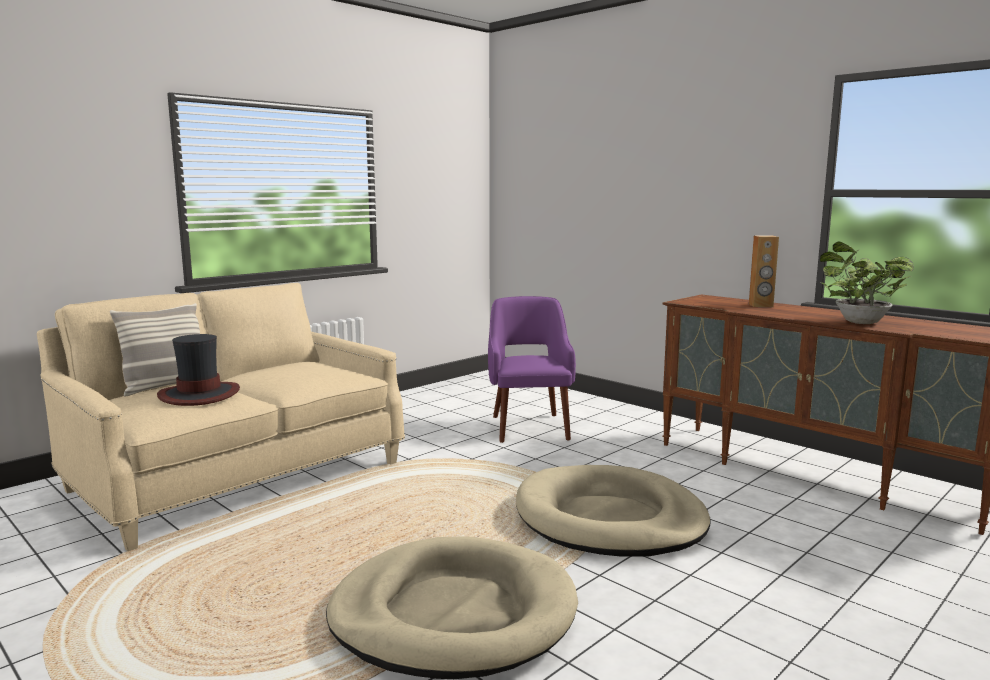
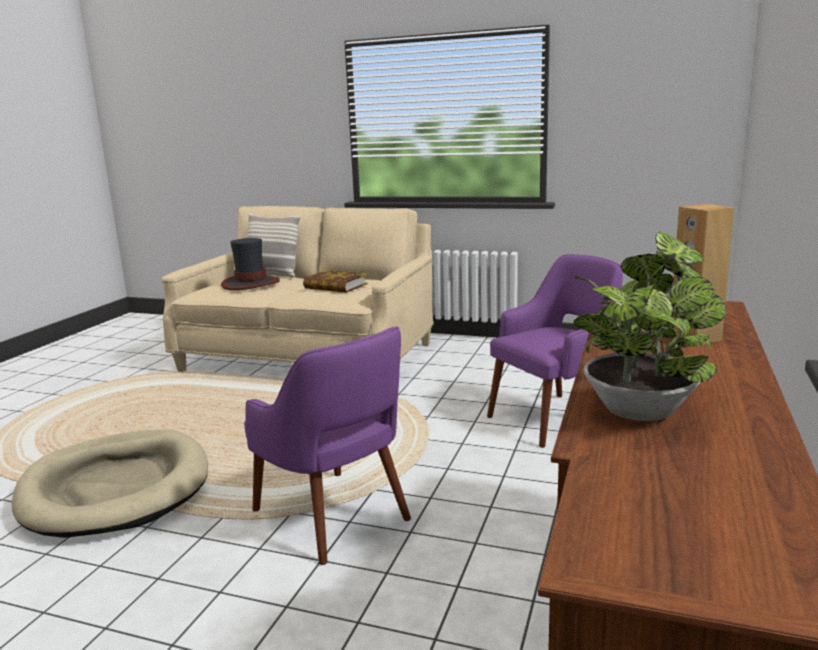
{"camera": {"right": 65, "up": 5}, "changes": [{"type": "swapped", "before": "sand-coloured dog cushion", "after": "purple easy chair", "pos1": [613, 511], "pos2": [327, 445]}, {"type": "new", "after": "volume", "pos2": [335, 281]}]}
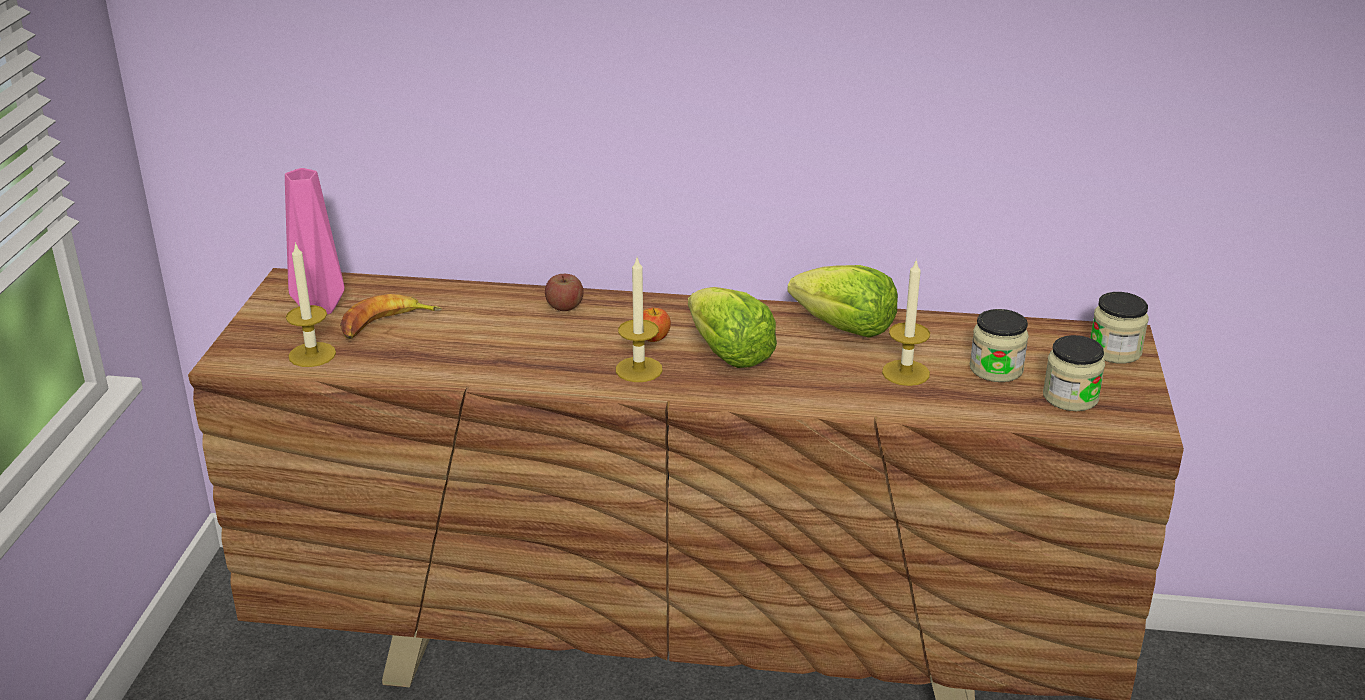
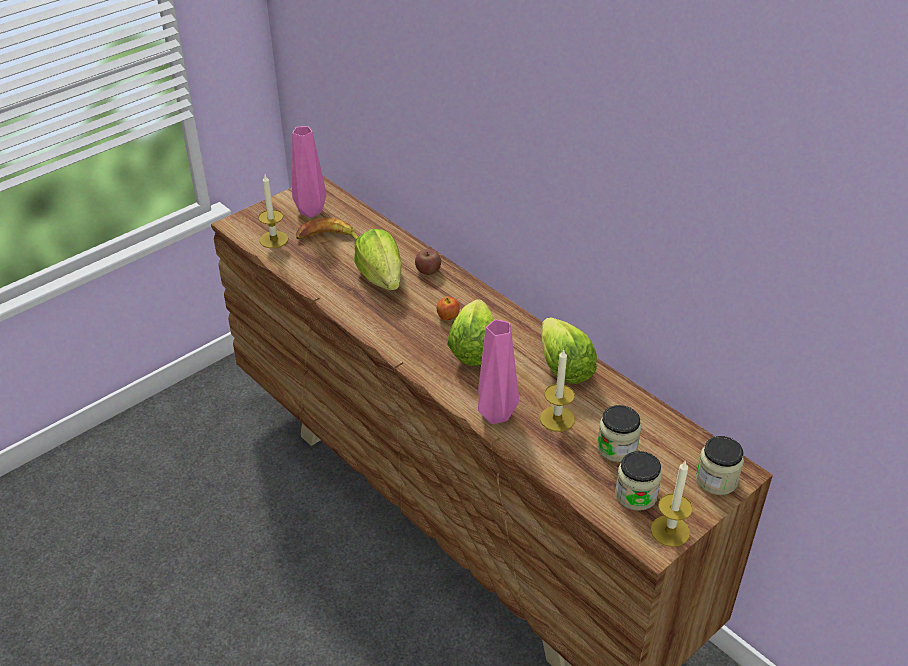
{"camera": {"right": 40, "up": 10}, "changes": [{"type": "new", "after": "head of lettuce", "pos2": [378, 259]}, {"type": "new", "after": "pink-coloured vase", "pos2": [498, 371]}, {"type": "shifted", "before": "candle", "pos1": [639, 320], "pos2": [672, 503]}]}
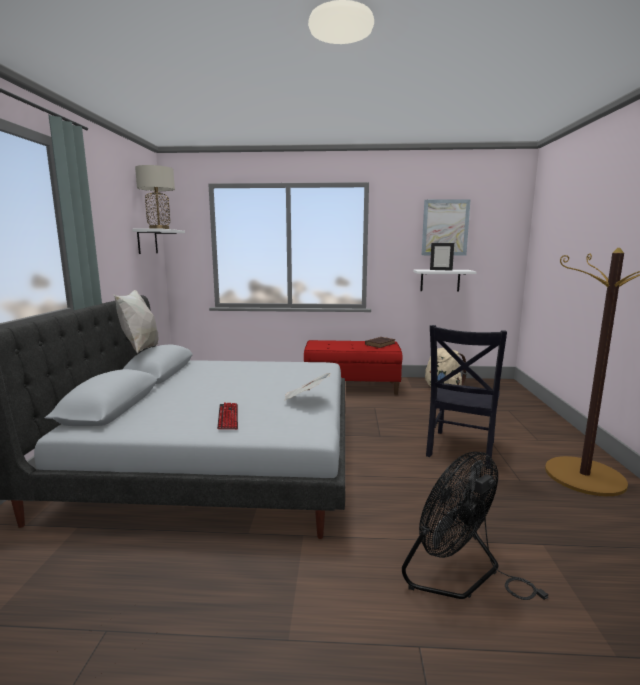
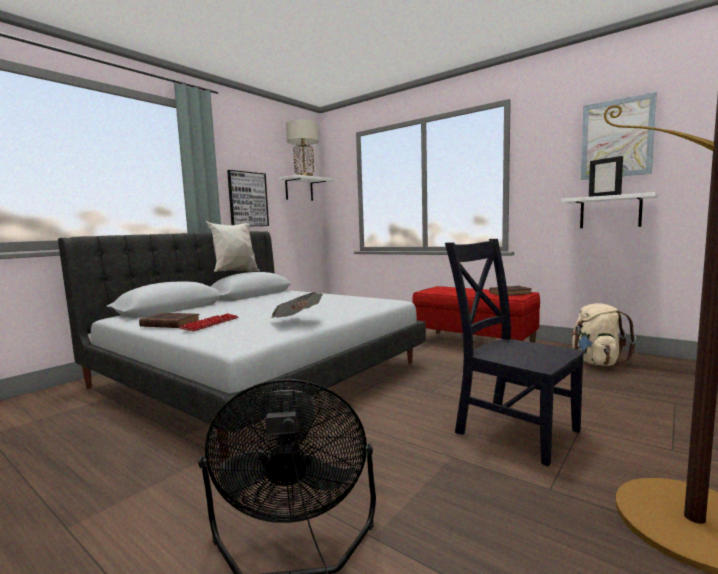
{"camera": {"right": 35, "up": -5}, "changes": [{"type": "new", "after": "brown volume", "pos2": [169, 320]}, {"type": "new", "after": "picture", "pos2": [248, 198]}, {"type": "rotated", "before": "black plain chair", "pos1": [466, 396], "pos2": [515, 352], "turn": 75}]}
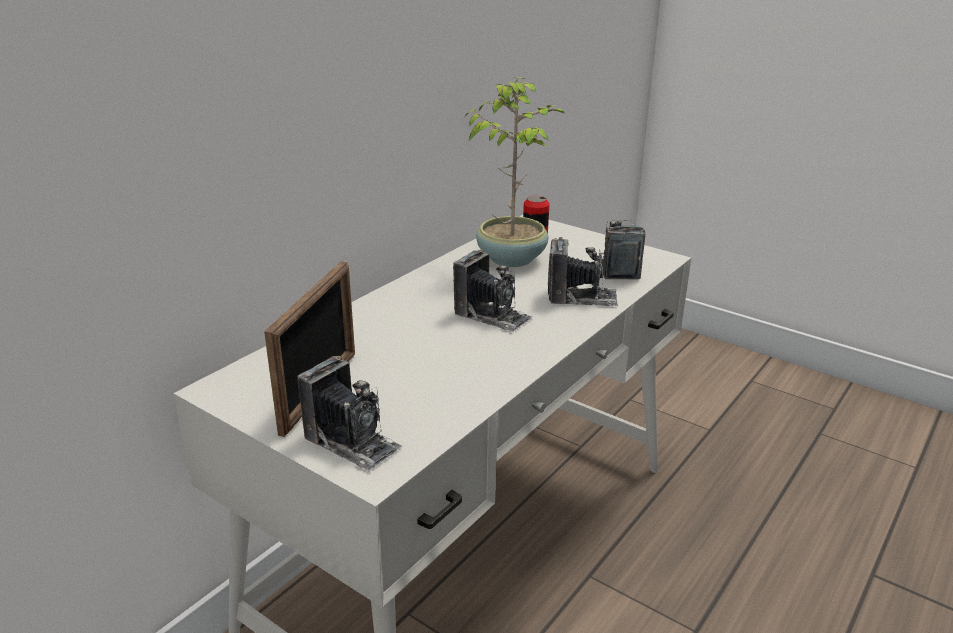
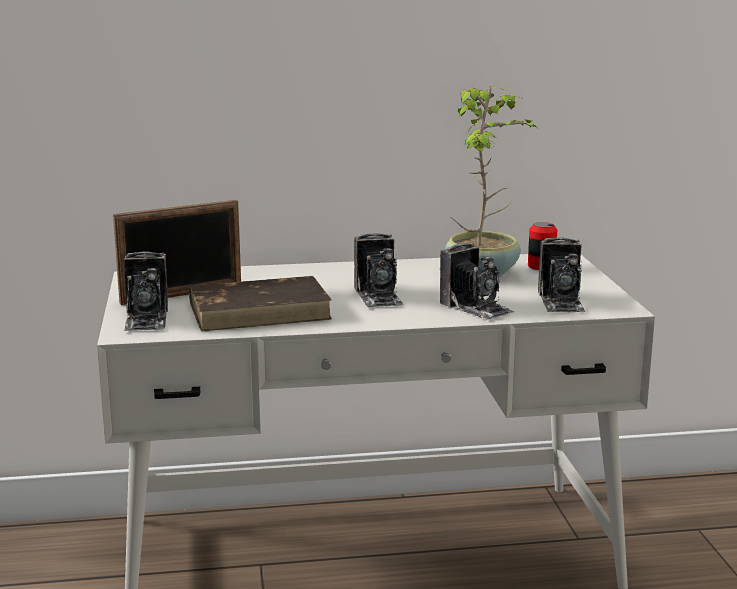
{"camera": {"right": 45, "up": -10}, "changes": [{"type": "new", "after": "brown volume", "pos2": [260, 303]}, {"type": "rotated", "before": "still camera", "pos1": [623, 250], "pos2": [561, 274], "turn": 135}]}
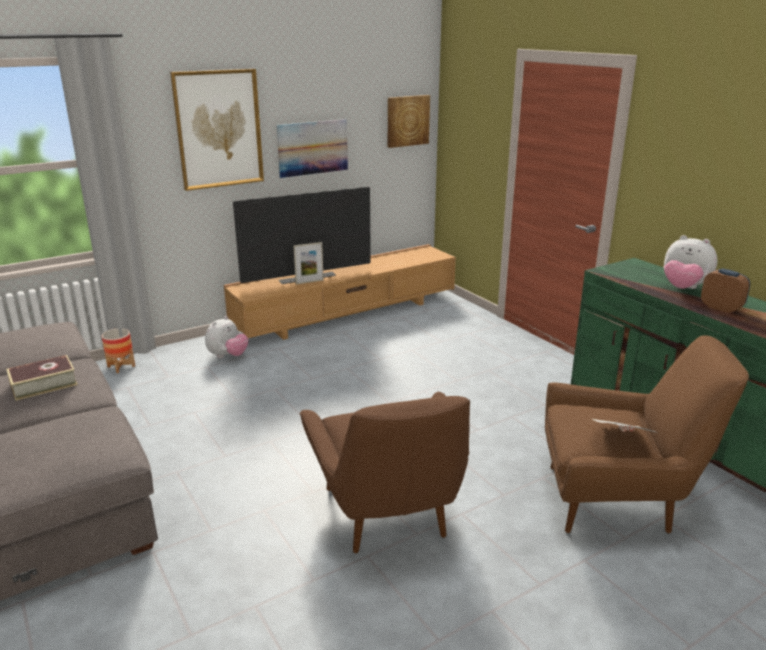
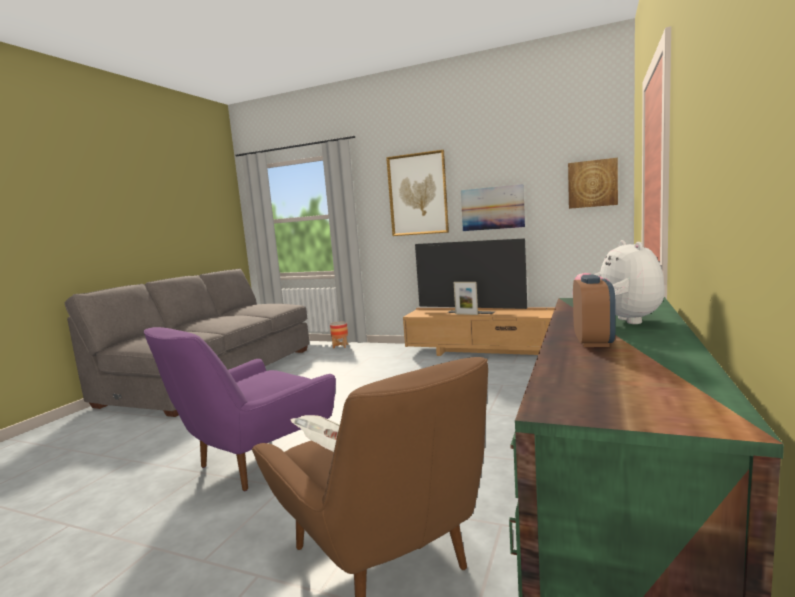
{"camera": {"right": 55, "up": -15}, "changes": [{"type": "repainted", "before": "brown easy chair", "after": "purple easy chair", "pos1": [385, 472], "pos2": [240, 409]}, {"type": "gone", "before": "volume", "pos1": [42, 378]}, {"type": "gone", "before": "cuddly toy", "pos1": [227, 337]}]}
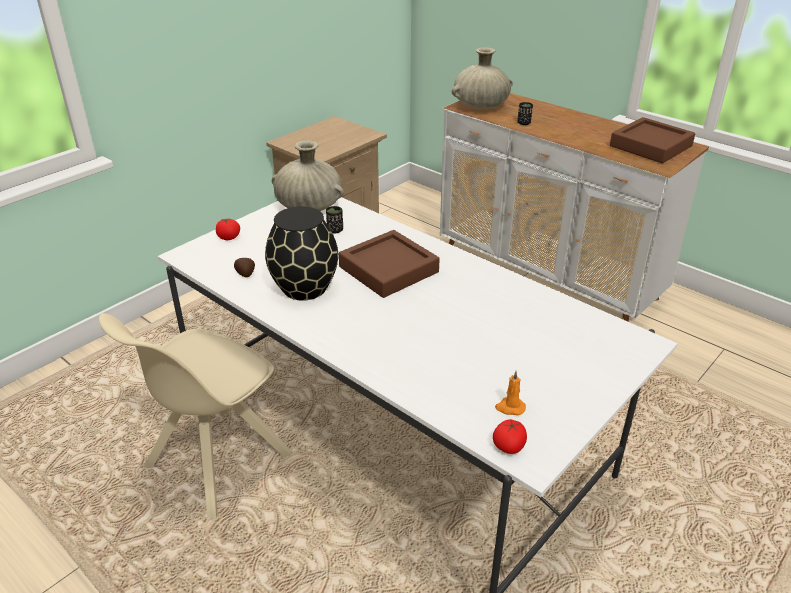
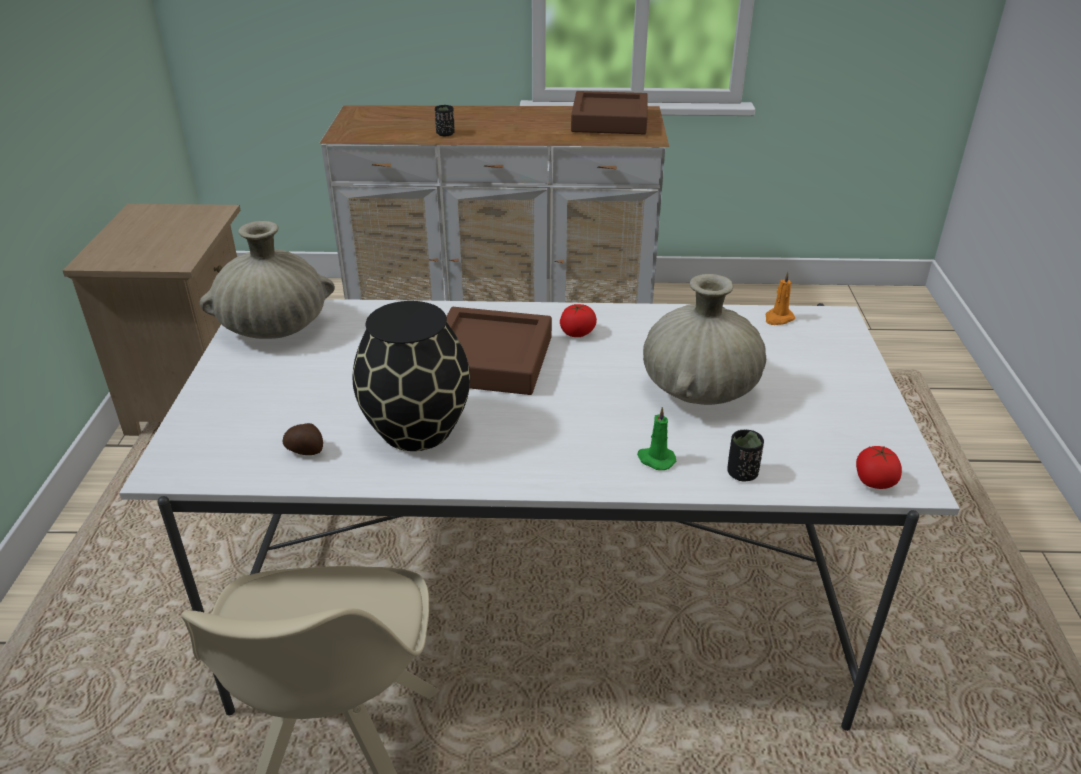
{"camera": {"right": -40, "up": 0}, "changes": [{"type": "shifted", "before": "fresh tomato", "pos1": [228, 229], "pos2": [578, 320]}, {"type": "new", "after": "green candle", "pos2": [656, 438]}, {"type": "shifted", "before": "sand-coloured vase", "pos1": [482, 78], "pos2": [704, 339]}, {"type": "shifted", "before": "black drinking cup", "pos1": [334, 220], "pos2": [745, 455]}, {"type": "shifted", "before": "orange-coloured candle", "pos1": [510, 393], "pos2": [780, 298]}]}
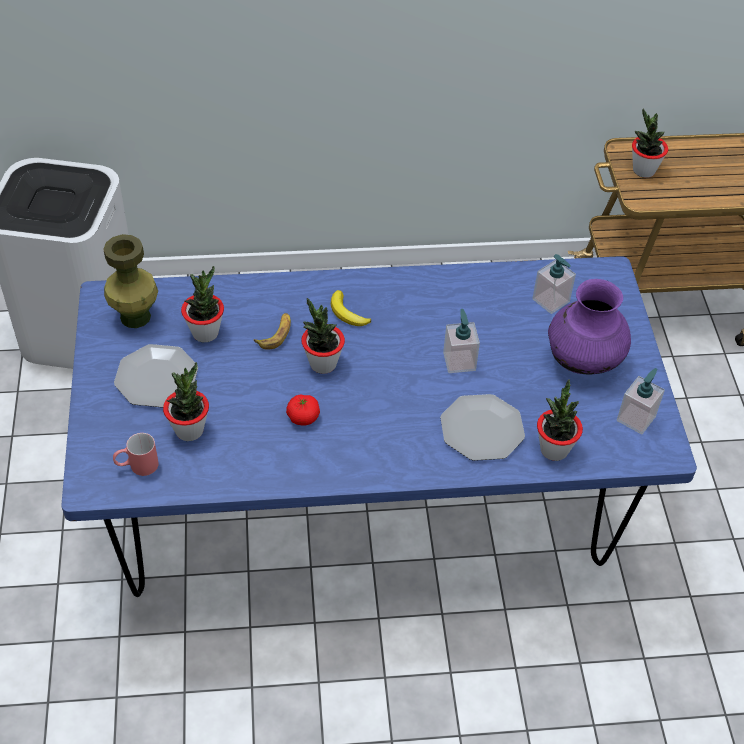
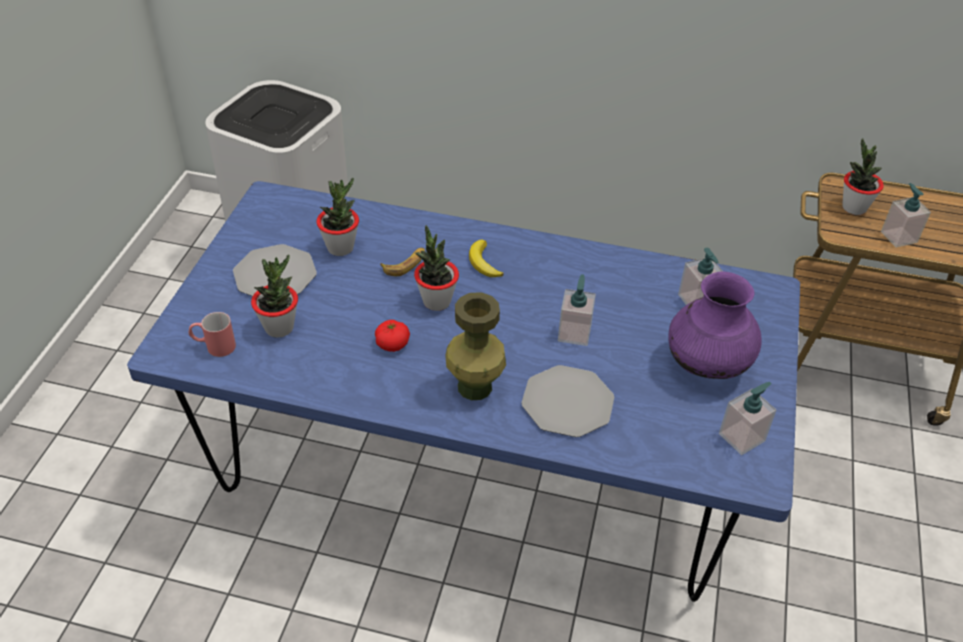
{"camera": {"right": 20, "up": -5}, "changes": [{"type": "shifted", "before": "green vase", "pos1": [130, 281], "pos2": [475, 346]}, {"type": "new", "after": "soap dispenser", "pos2": [906, 215]}, {"type": "gone", "before": "plant in a pot", "pos1": [560, 420]}]}
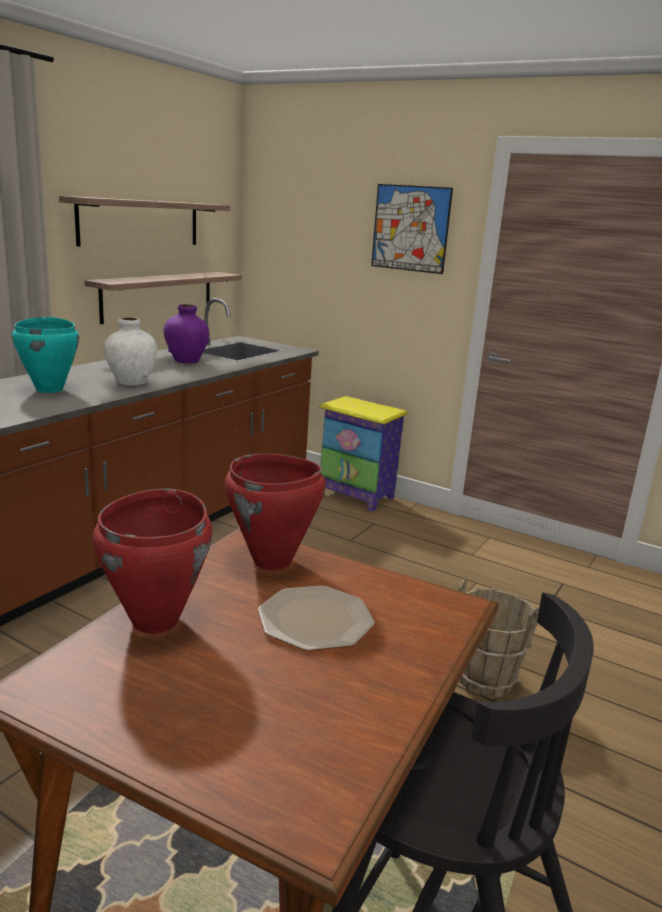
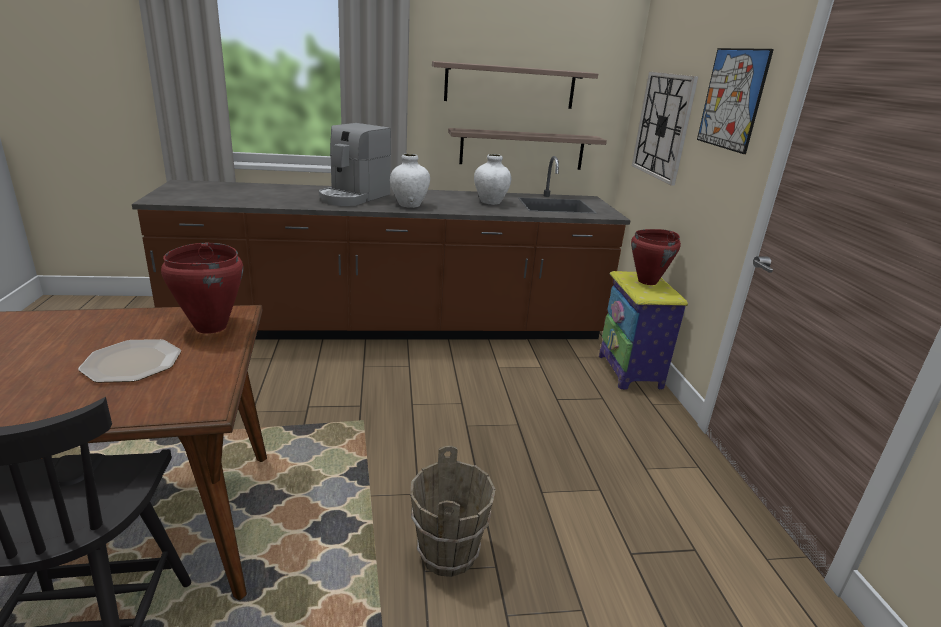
{"camera": {"right": 50, "up": 5}, "changes": [{"type": "swapped", "before": "turquoise saucepot", "after": "coffee machine", "pos1": [45, 355], "pos2": [355, 164]}, {"type": "repainted", "before": "purple vase", "after": "white-coloured vase", "pos1": [186, 334], "pos2": [492, 179]}, {"type": "shifted", "before": "red-coloured saucepot", "pos1": [152, 561], "pos2": [656, 257]}, {"type": "new", "after": "clock on the wall", "pos2": [665, 129]}]}
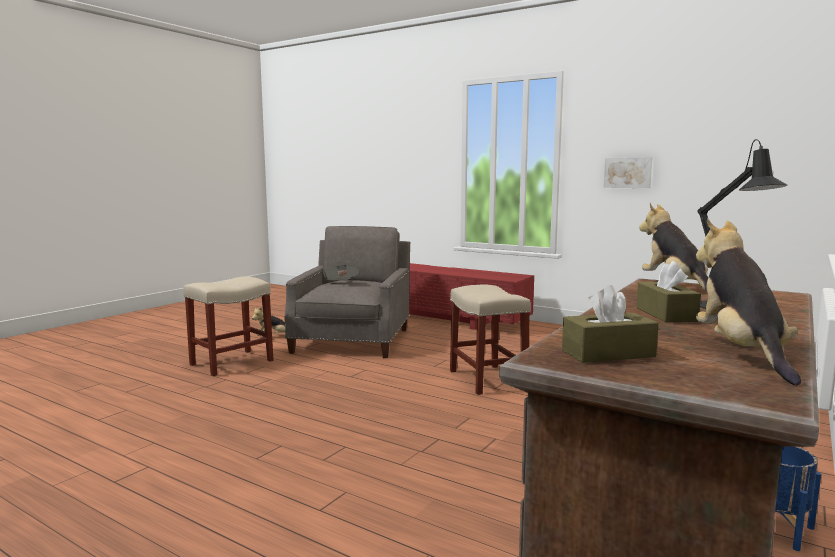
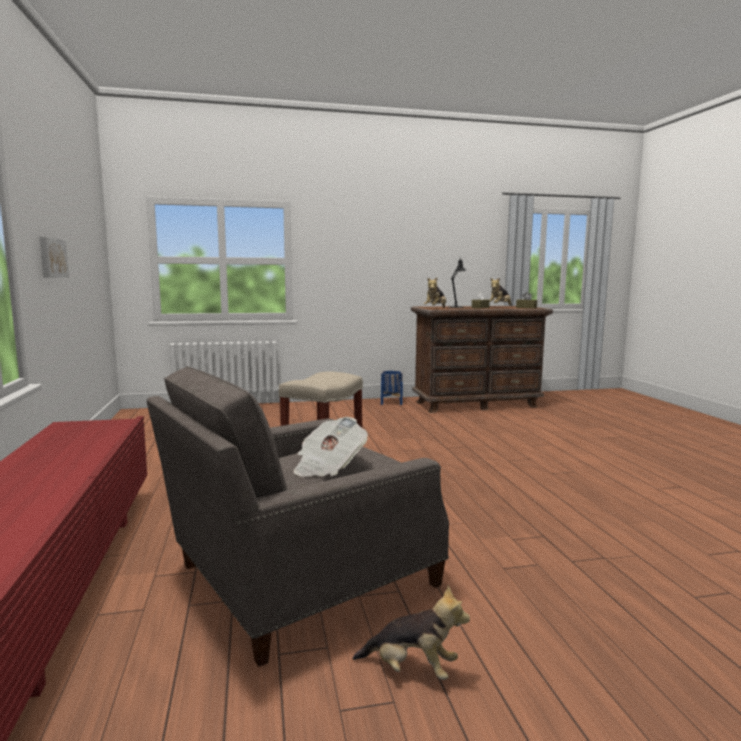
{"camera": {"right": -135, "up": 0}, "changes": [{"type": "gone", "before": "sand-coloured stool", "pos1": [228, 326]}]}
